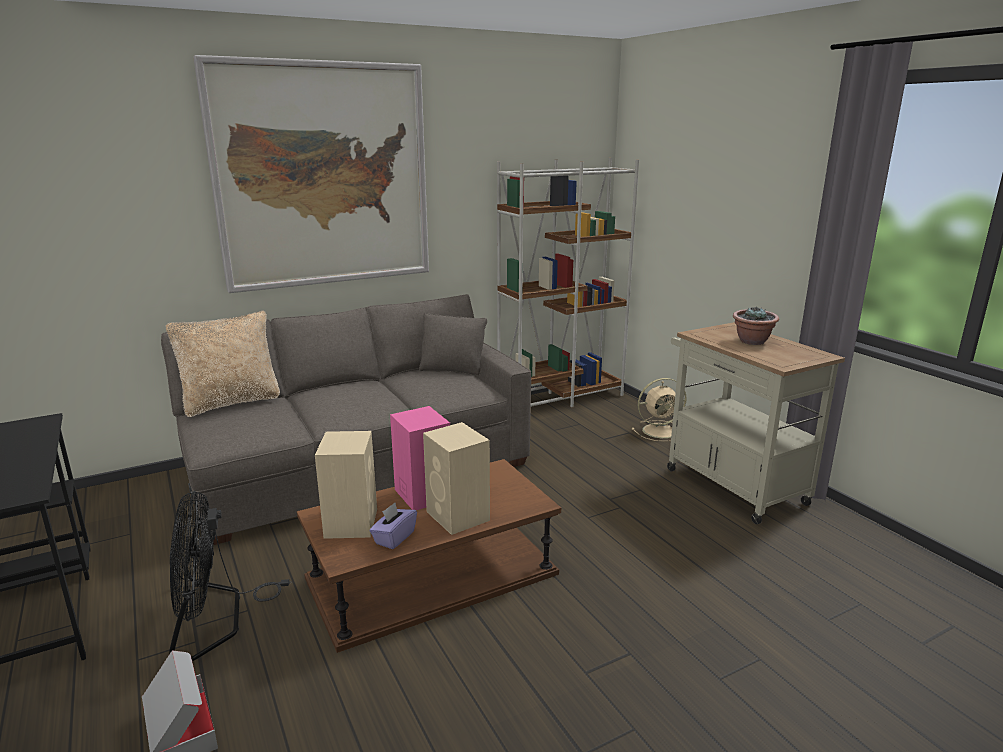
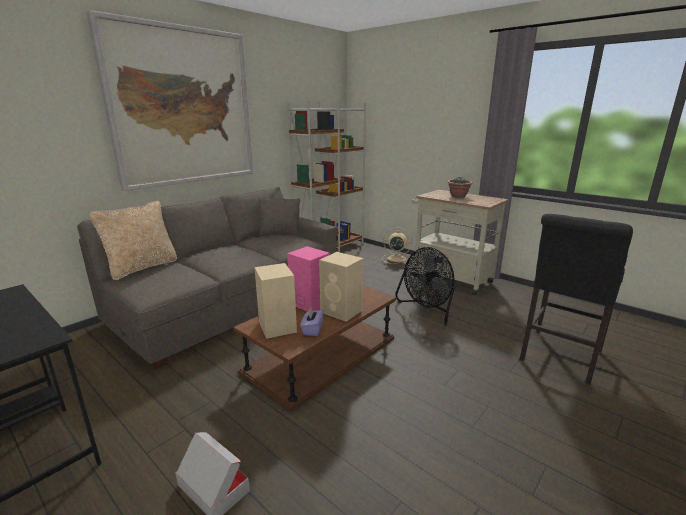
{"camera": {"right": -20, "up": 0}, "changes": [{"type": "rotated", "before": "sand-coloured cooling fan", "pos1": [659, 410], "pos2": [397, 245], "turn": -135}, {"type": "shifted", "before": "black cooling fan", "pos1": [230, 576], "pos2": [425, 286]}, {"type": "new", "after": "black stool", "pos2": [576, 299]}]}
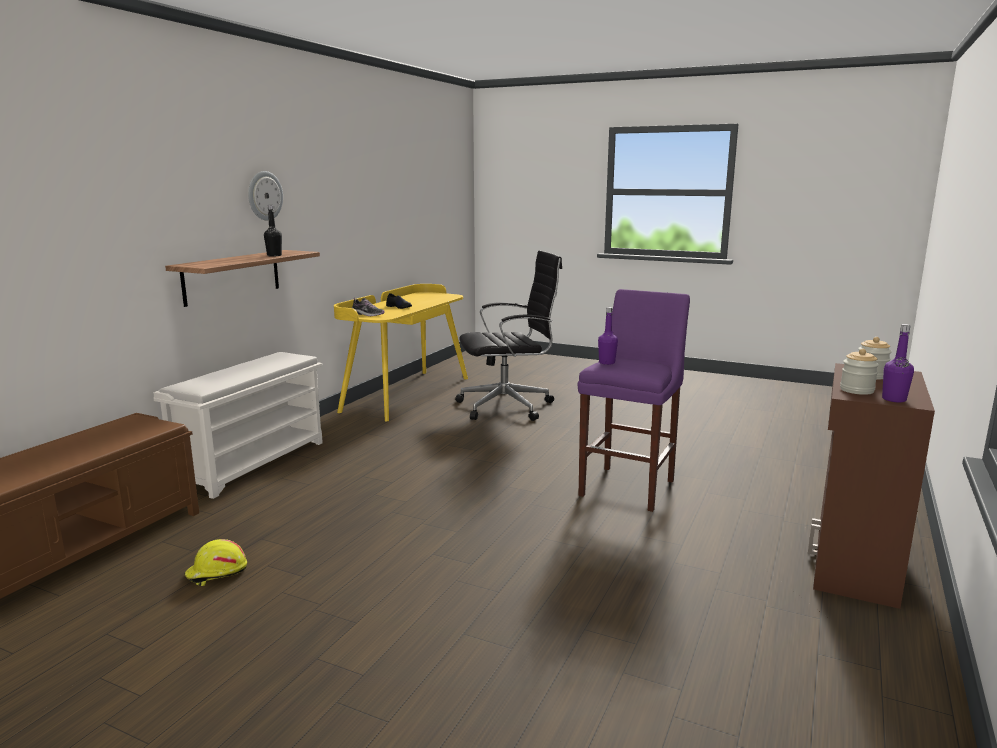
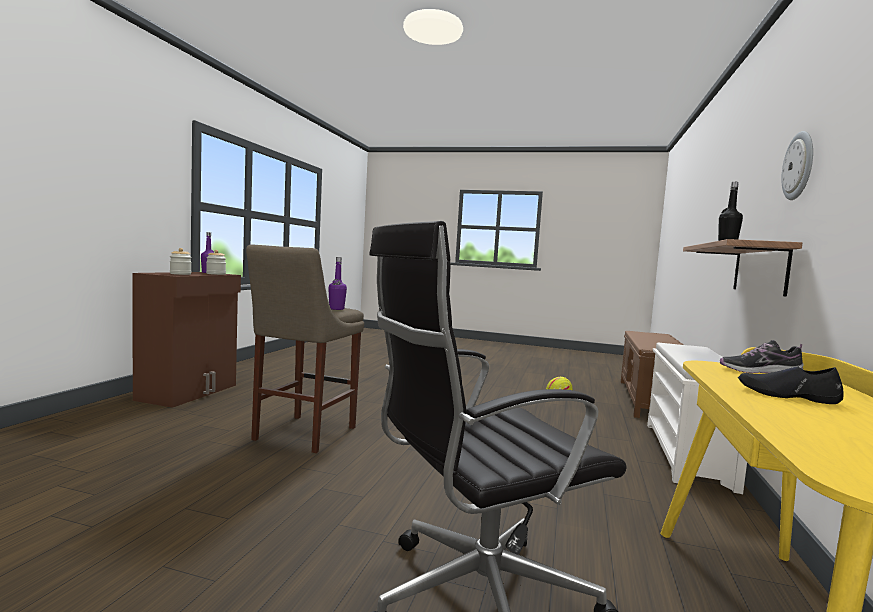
{"camera": {"right": 170, "up": -10}, "changes": [{"type": "repainted", "before": "purple stool", "after": "sand-coloured stool", "pos1": [634, 400], "pos2": [305, 348]}]}
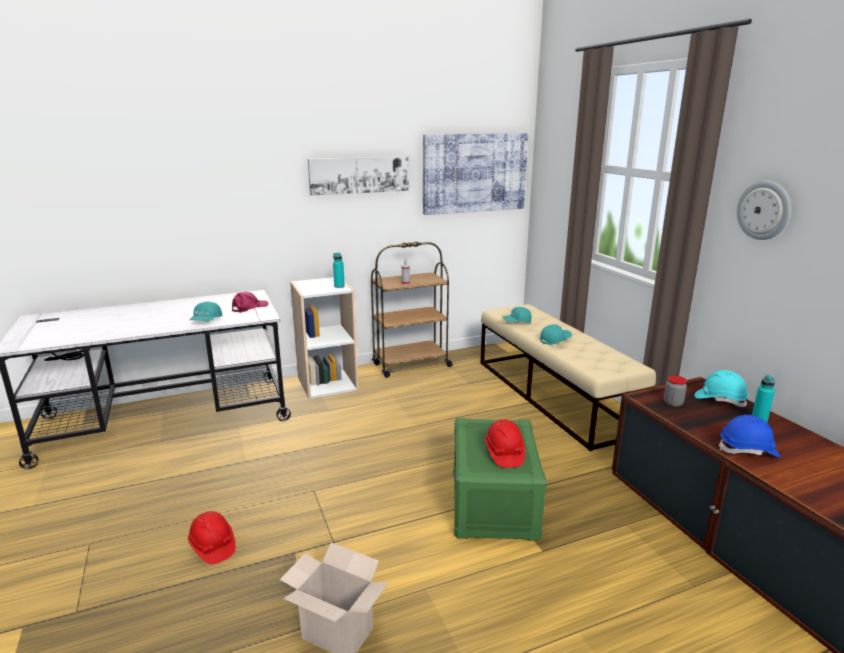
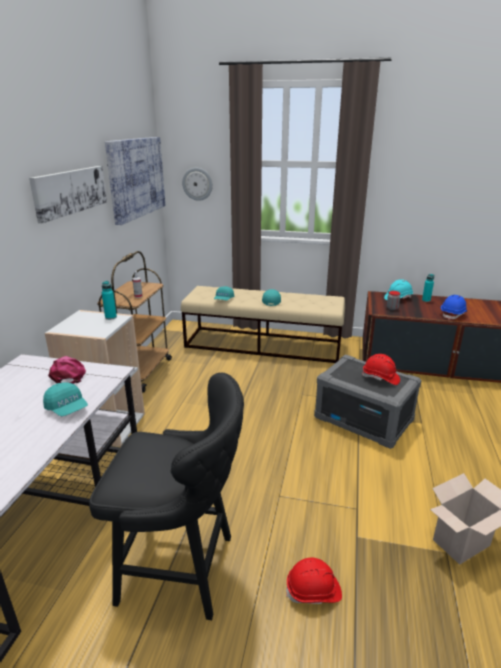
{"camera": {"right": -55, "up": 5}, "changes": [{"type": "new", "after": "black stool", "pos2": [166, 496]}, {"type": "shifted", "before": "clock on the wall", "pos1": [764, 210], "pos2": [197, 184]}, {"type": "repainted", "before": "green storage bin", "after": "greyish storage bin", "pos1": [500, 479], "pos2": [367, 401]}]}
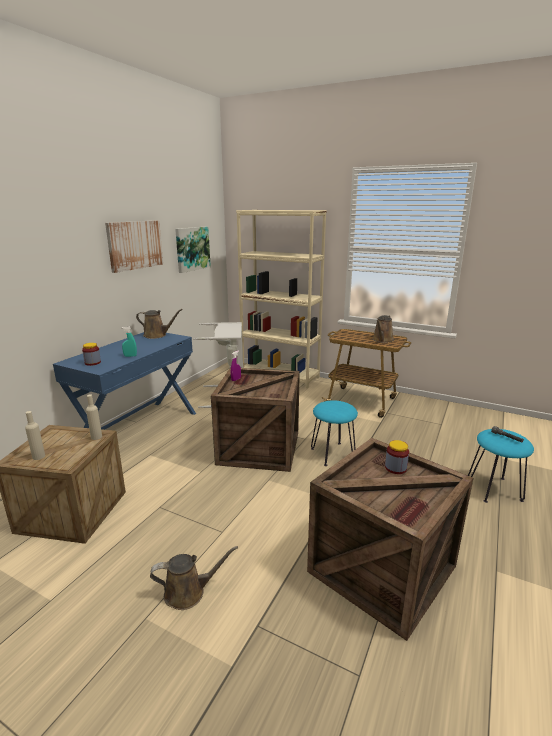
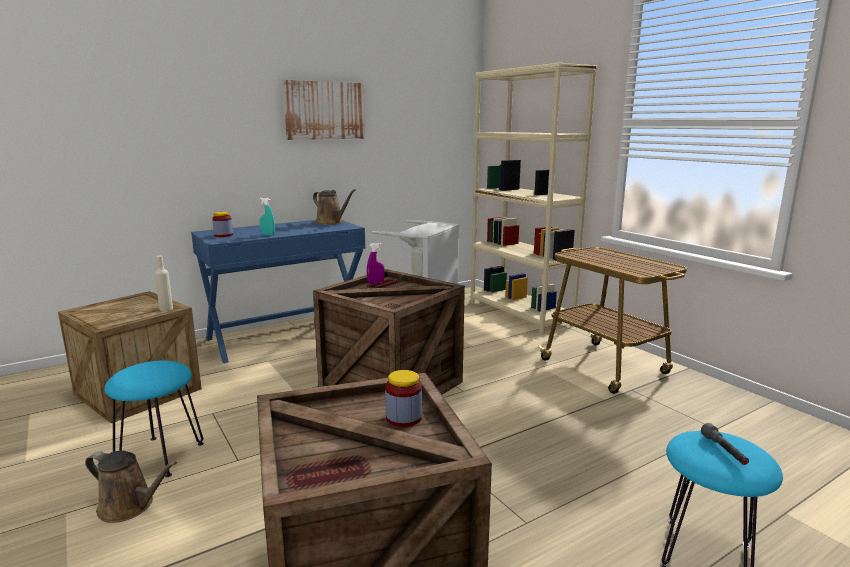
{"camera": {"right": 30, "up": -5}, "changes": [{"type": "shifted", "before": "turquoise stool", "pos1": [334, 433], "pos2": [154, 418]}, {"type": "gone", "before": "sand-coloured drink bottle", "pos1": [35, 435]}, {"type": "gone", "before": "picture", "pos1": [193, 250]}, {"type": "gone", "before": "brown watering pot", "pos1": [383, 329]}]}
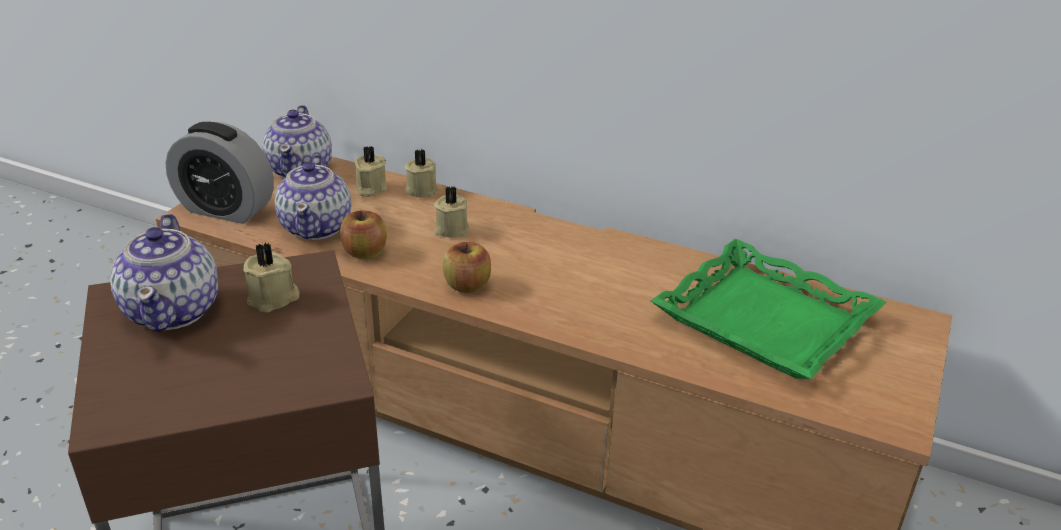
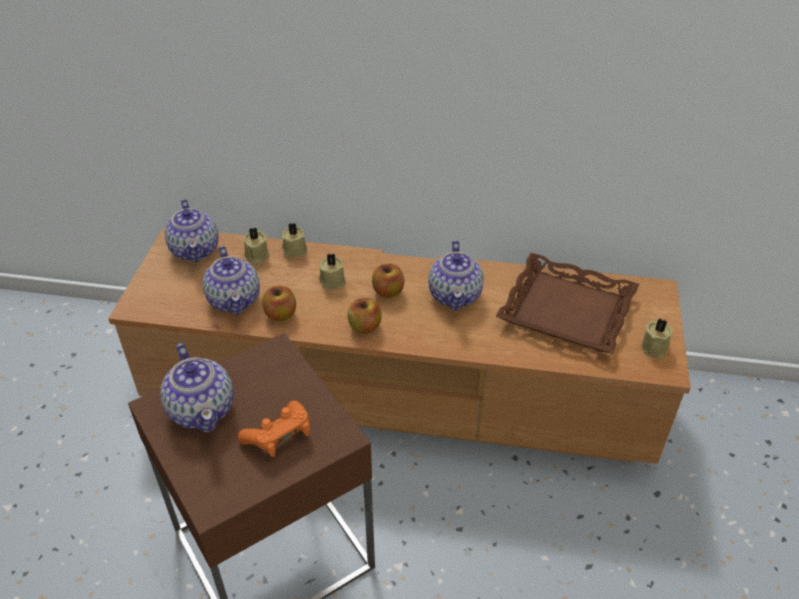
{"camera": {"right": -15, "up": 10}, "changes": [{"type": "new", "after": "orange-coloured game controller", "pos2": [274, 429]}, {"type": "new", "after": "whole apple", "pos2": [388, 280]}, {"type": "new", "after": "teapot", "pos2": [456, 275]}, {"type": "repainted", "before": "green carrying tray", "after": "brown carrying tray", "pos1": [768, 309], "pos2": [567, 303]}, {"type": "shifted", "before": "sand-coloured candle", "pos1": [271, 278], "pos2": [657, 338]}, {"type": "gone", "before": "alarm clock", "pos1": [220, 173]}]}
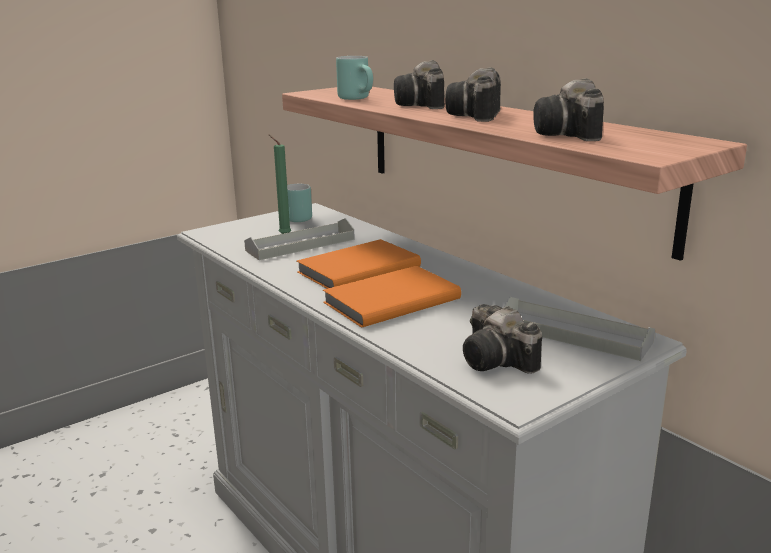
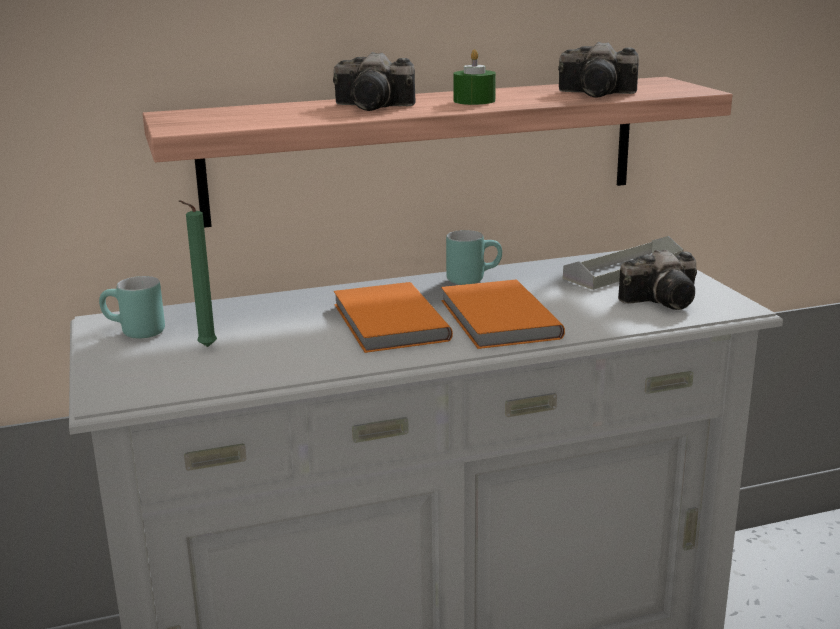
{"camera": {"right": -70, "up": 0}, "changes": [{"type": "shifted", "before": "turquoise coffee mug", "pos1": [354, 78], "pos2": [474, 257]}, {"type": "swapped", "before": "still camera", "after": "green candle", "pos1": [473, 94], "pos2": [474, 77]}, {"type": "gone", "before": "greyish carrying tray", "pos1": [299, 239]}]}
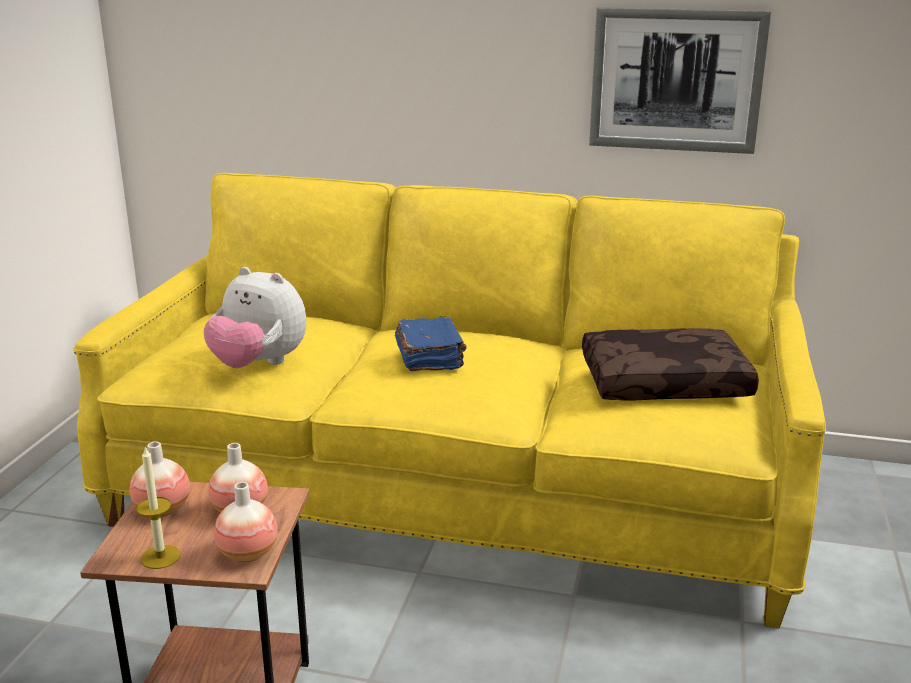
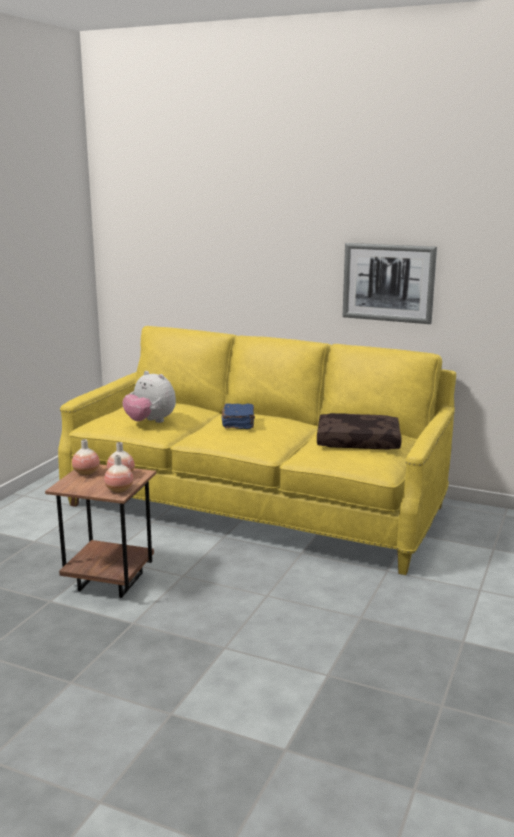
{"camera": {"right": 10, "up": -5}, "changes": [{"type": "gone", "before": "candle", "pos1": [158, 508]}]}
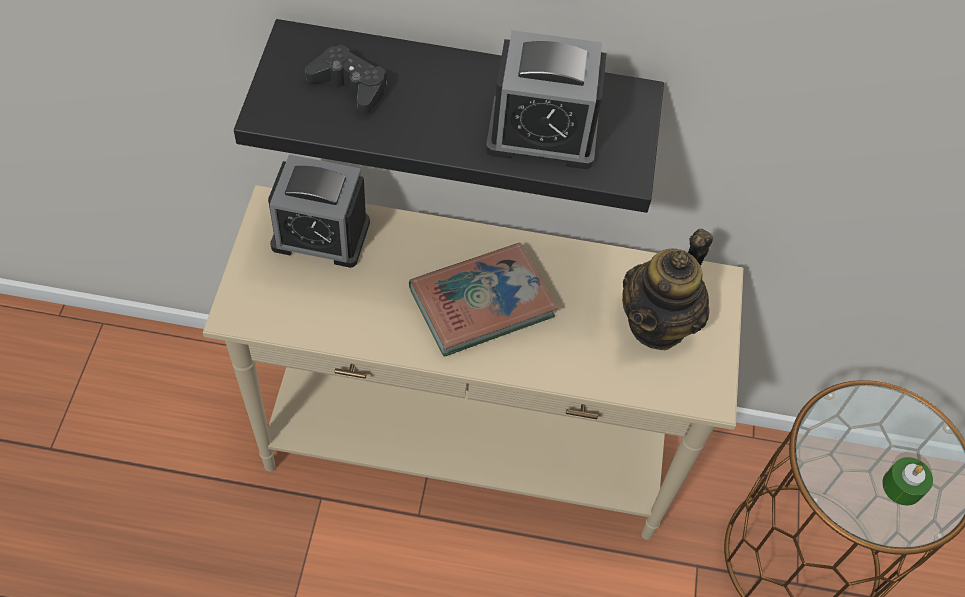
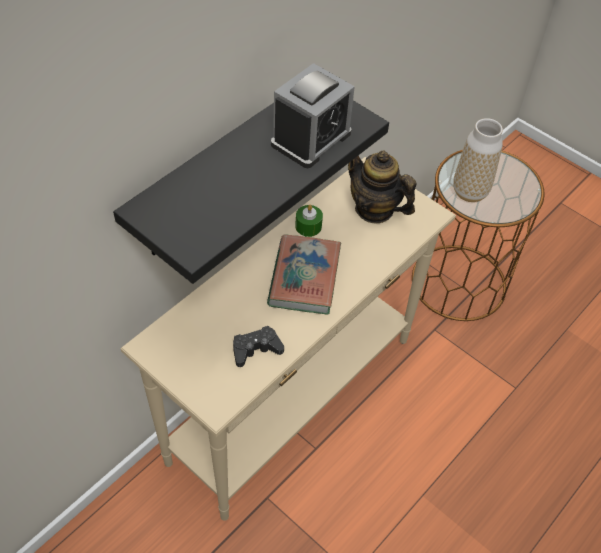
{"camera": {"right": -55, "up": -5}, "changes": [{"type": "shifted", "before": "black game controller", "pos1": [346, 79], "pos2": [258, 346]}, {"type": "shifted", "before": "green candle", "pos1": [907, 481], "pos2": [309, 221]}, {"type": "rotated", "before": "teapot", "pos1": [667, 289], "pos2": [382, 187], "turn": 150}, {"type": "new", "after": "vase", "pos2": [478, 160]}, {"type": "gone", "before": "alarm clock", "pos1": [319, 211]}]}
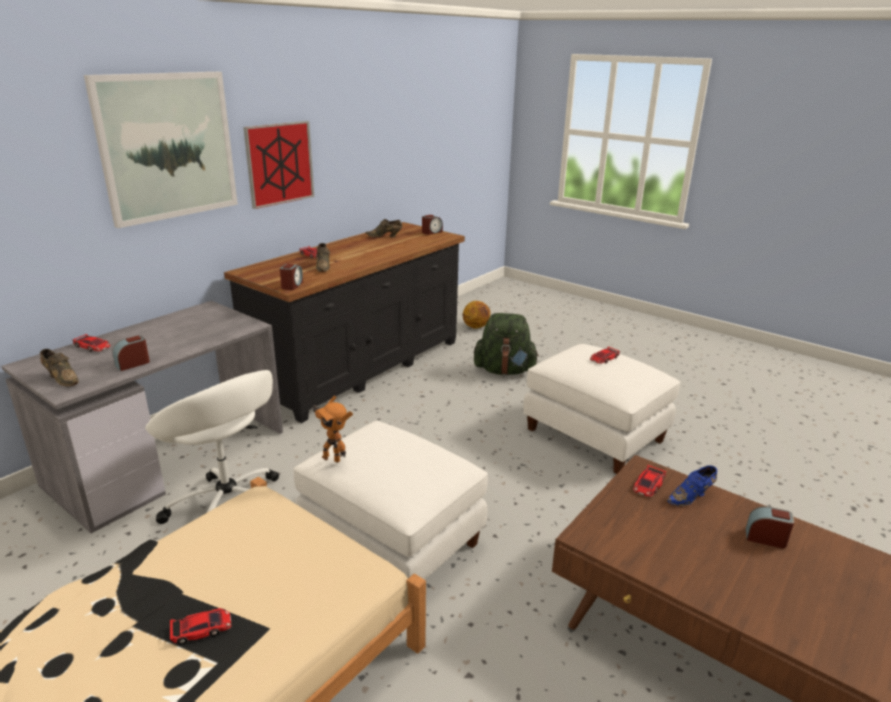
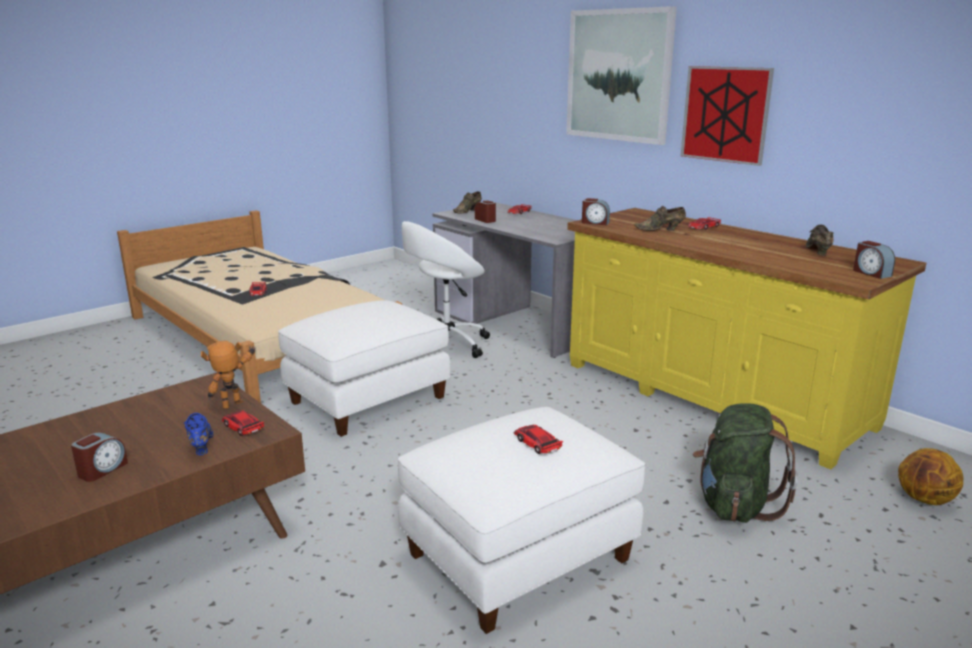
{"camera": {"right": 100, "up": -5}, "changes": [{"type": "shifted", "before": "toy robot", "pos1": [332, 429], "pos2": [228, 375]}, {"type": "repainted", "before": "black dresser", "after": "yellowish dresser", "pos1": [344, 322], "pos2": [746, 338]}]}
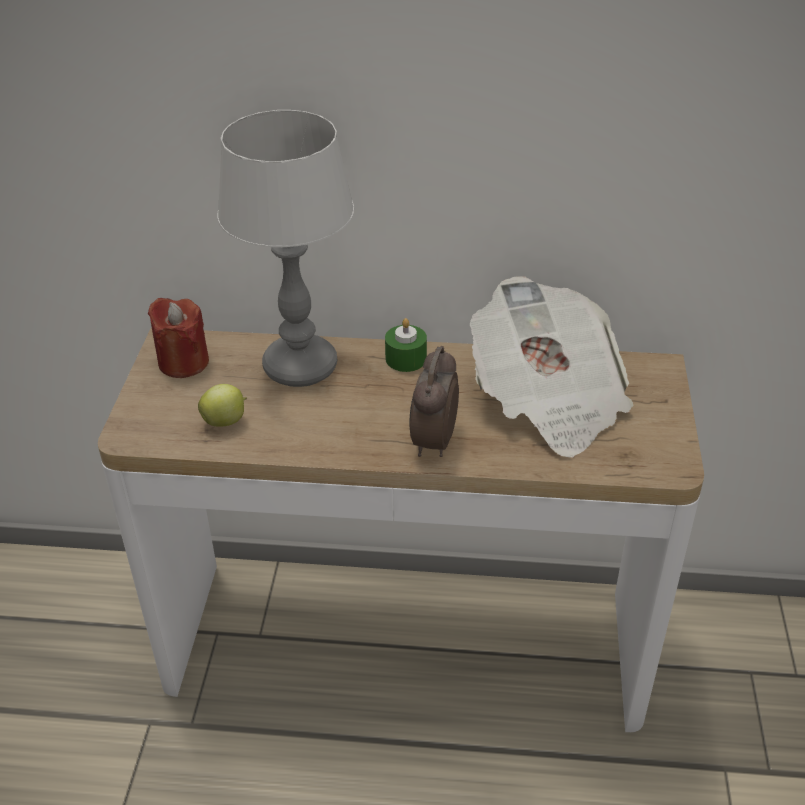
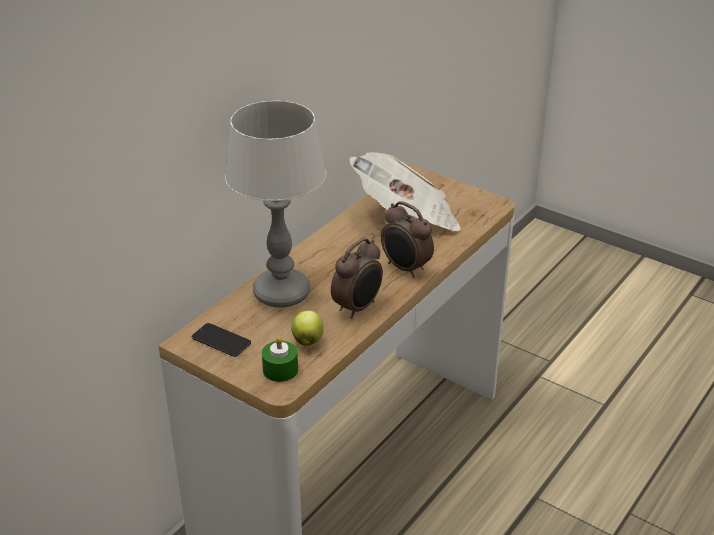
{"camera": {"right": -60, "up": -5}, "changes": [{"type": "swapped", "before": "red-coloured candle", "after": "telephone", "pos1": [178, 338], "pos2": [221, 340]}, {"type": "shifted", "before": "green candle", "pos1": [406, 345], "pos2": [280, 359]}, {"type": "new", "after": "alarm clock", "pos2": [357, 278]}]}
